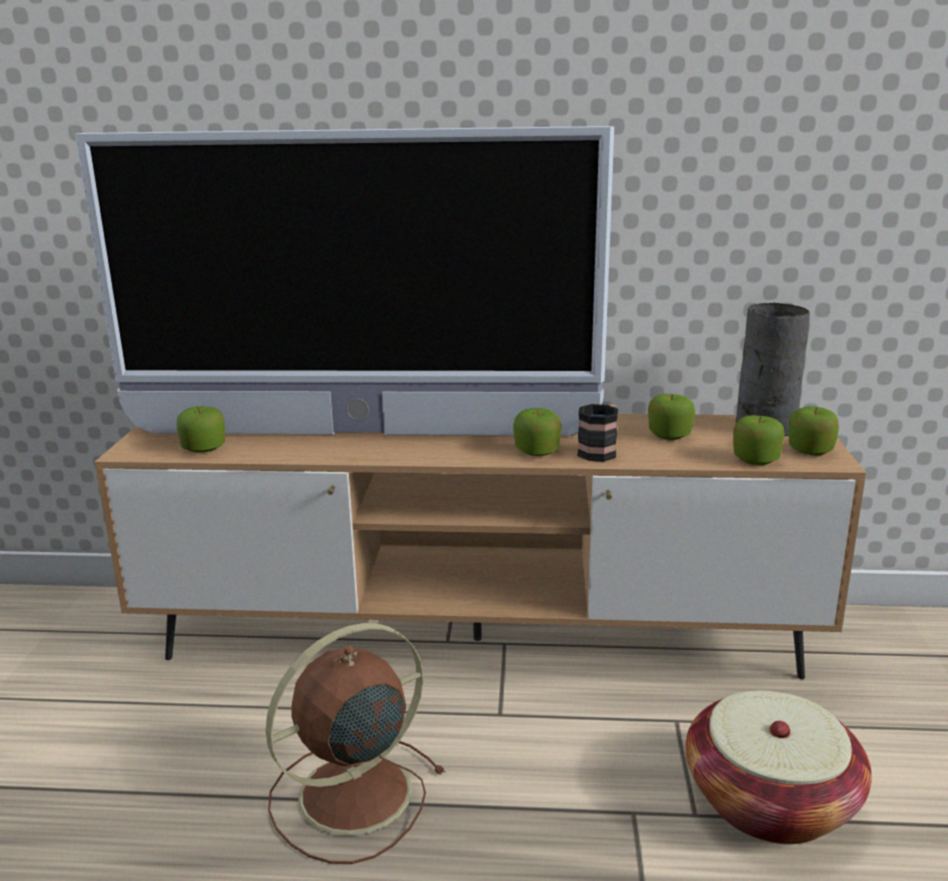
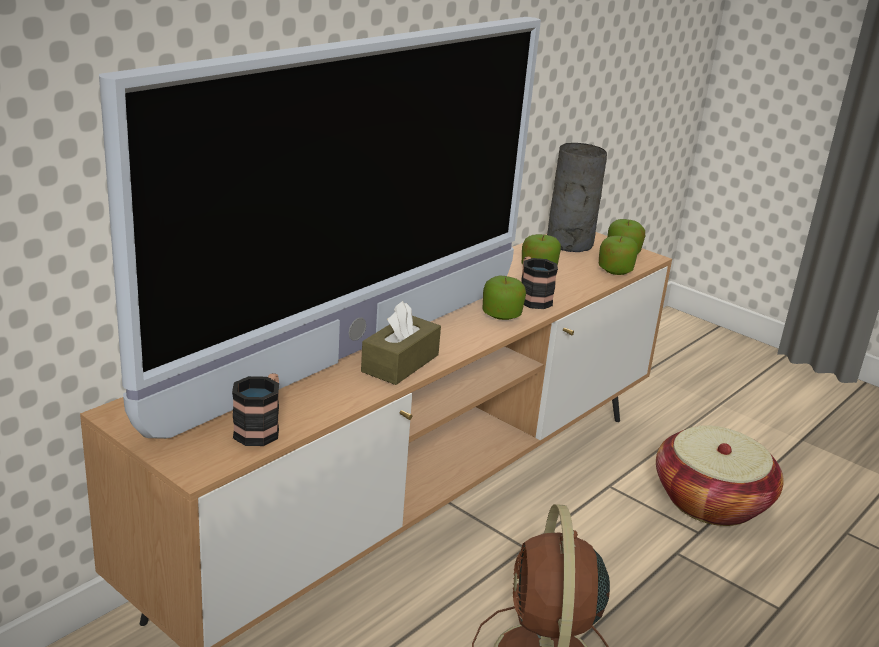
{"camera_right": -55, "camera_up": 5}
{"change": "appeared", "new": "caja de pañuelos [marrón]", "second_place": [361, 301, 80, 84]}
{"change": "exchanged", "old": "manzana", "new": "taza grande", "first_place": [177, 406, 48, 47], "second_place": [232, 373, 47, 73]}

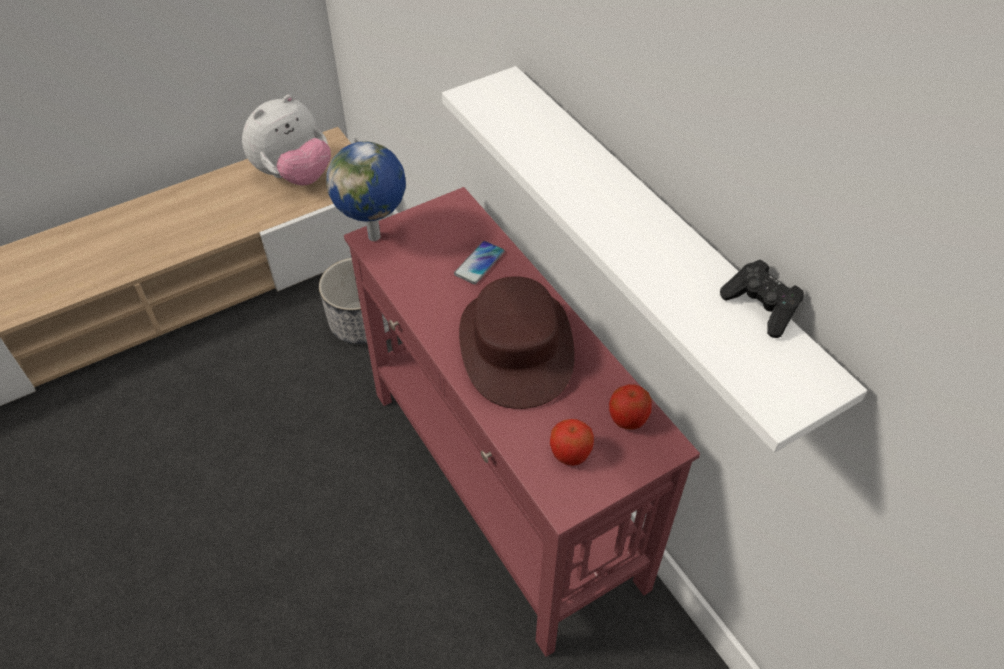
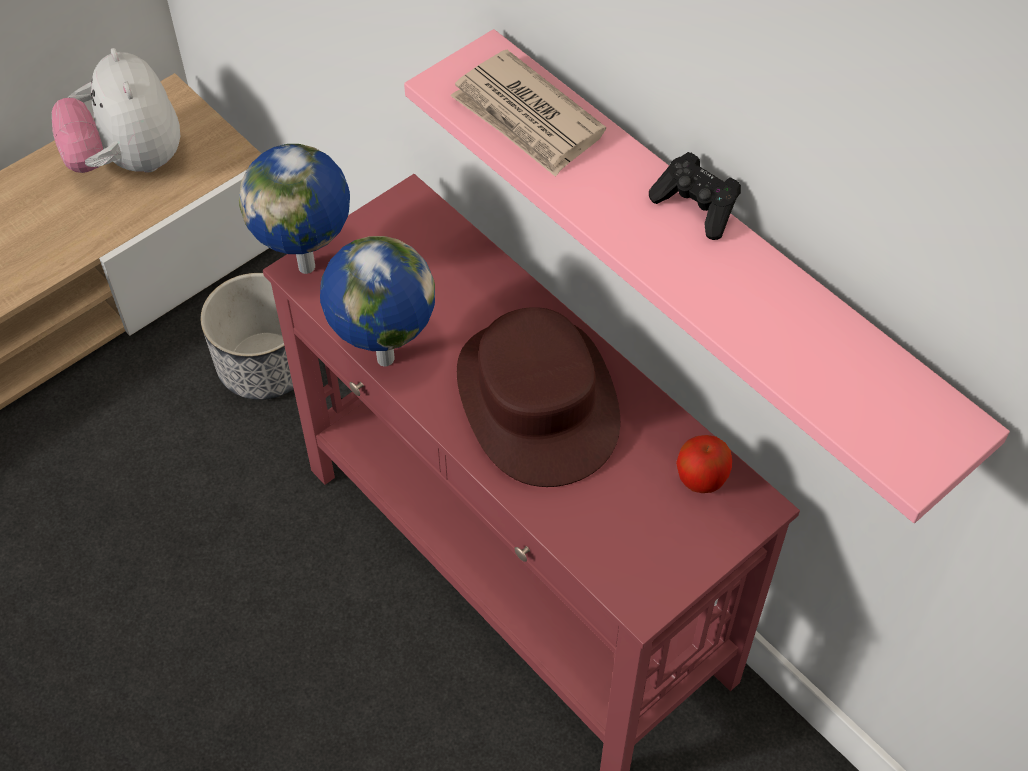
{"camera_right": -10, "camera_up": 5}
{"change": "missing", "old": "móvil", "first_place": [454, 241, 51, 43]}
{"change": "missing", "old": "manzana", "first_place": [550, 419, 44, 47]}
{"change": "appeared", "new": "globo terráqueo", "second_place": [320, 236, 115, 130]}
{"change": "appeared", "new": "periódico", "second_place": [450, 50, 156, 127]}
{"change": "relocated", "old": "mando de consola [negro]", "first_place": [720, 260, 84, 78], "second_place": [649, 152, 92, 88]}
{"change": "colour", "old": "estante [blanco]", "new": "estante [rosa]", "first_place": [442, 66, 425, 387], "second_place": [404, 29, 606, 494]}
{"change": "spun", "old": "peluche", "first_place": [242, 95, 89, 90], "second_place": [52, 48, 128, 125], "degrees": 120}

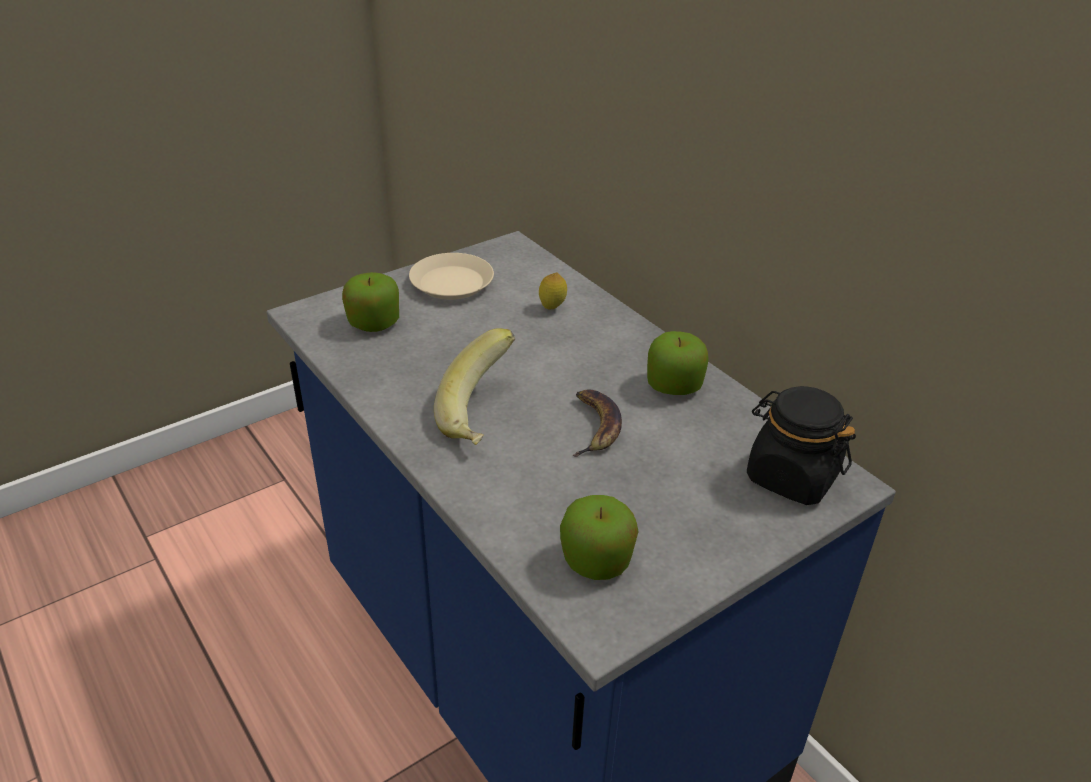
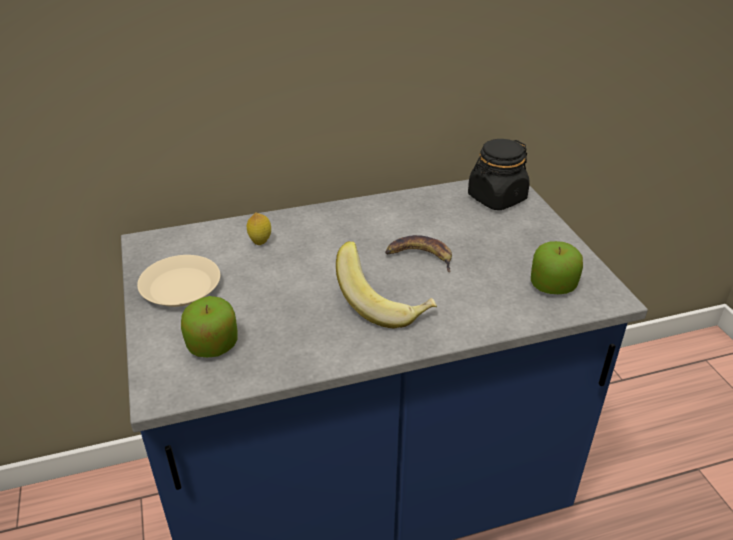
{"camera_right": -70, "camera_up": 0}
{"change": "missing", "old": "manzana", "first_place": [647, 331, 62, 64]}

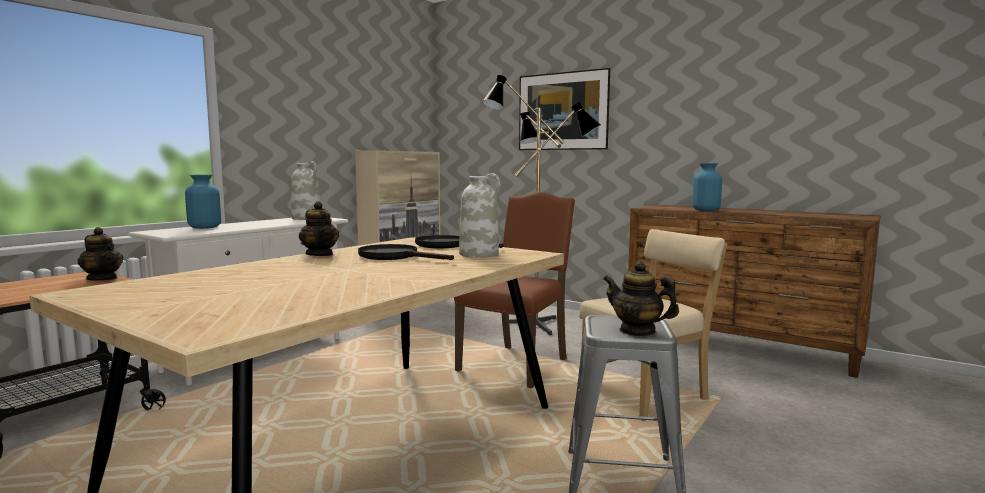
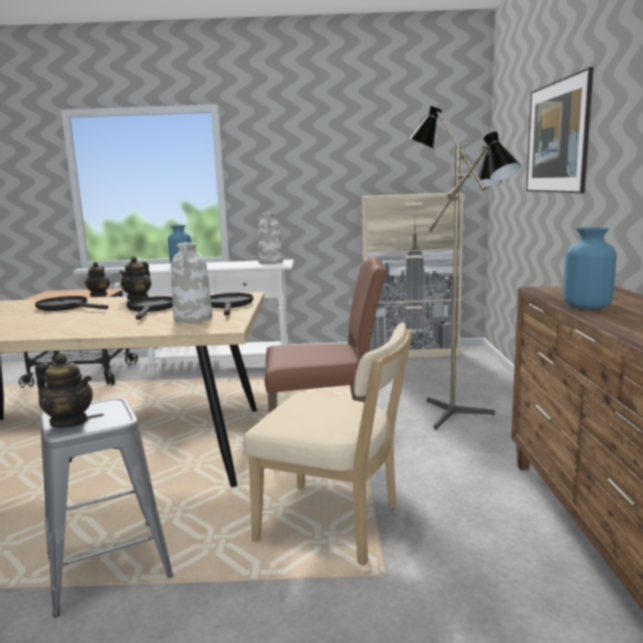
{"camera_right": 55, "camera_up": 5}
{"change": "appeared", "new": "sartén [negro]", "second_place": [35, 296, 73, 15]}
{"change": "spun", "old": "tetera", "first_place": [603, 261, 76, 75], "second_place": [35, 353, 58, 75], "degrees": 120}

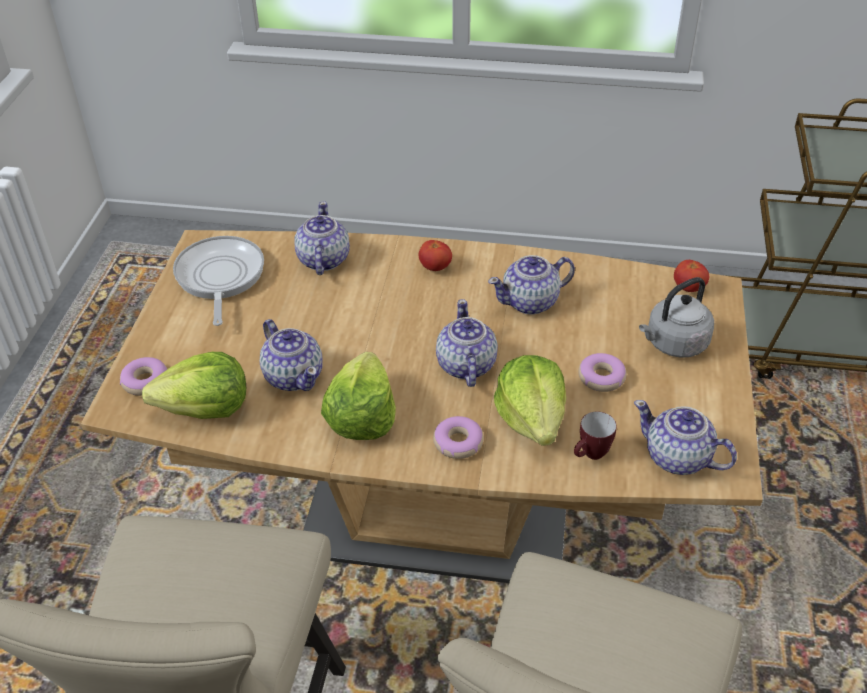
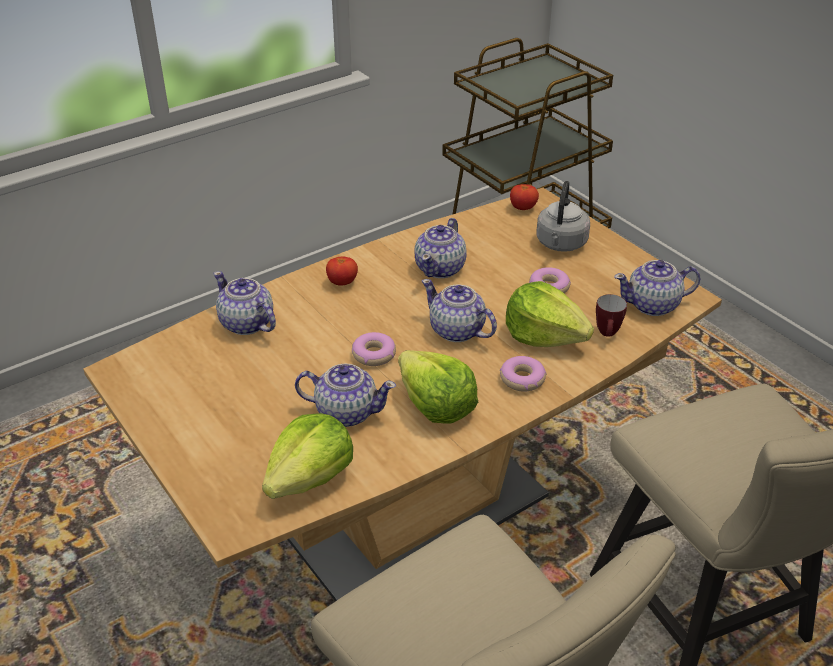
{"camera_right": -45, "camera_up": -5}
{"change": "missing", "old": "sartén", "first_place": [173, 236, 91, 90]}
{"change": "relocated", "old": "rosquilla", "first_place": [120, 357, 47, 39], "second_place": [352, 332, 44, 34]}

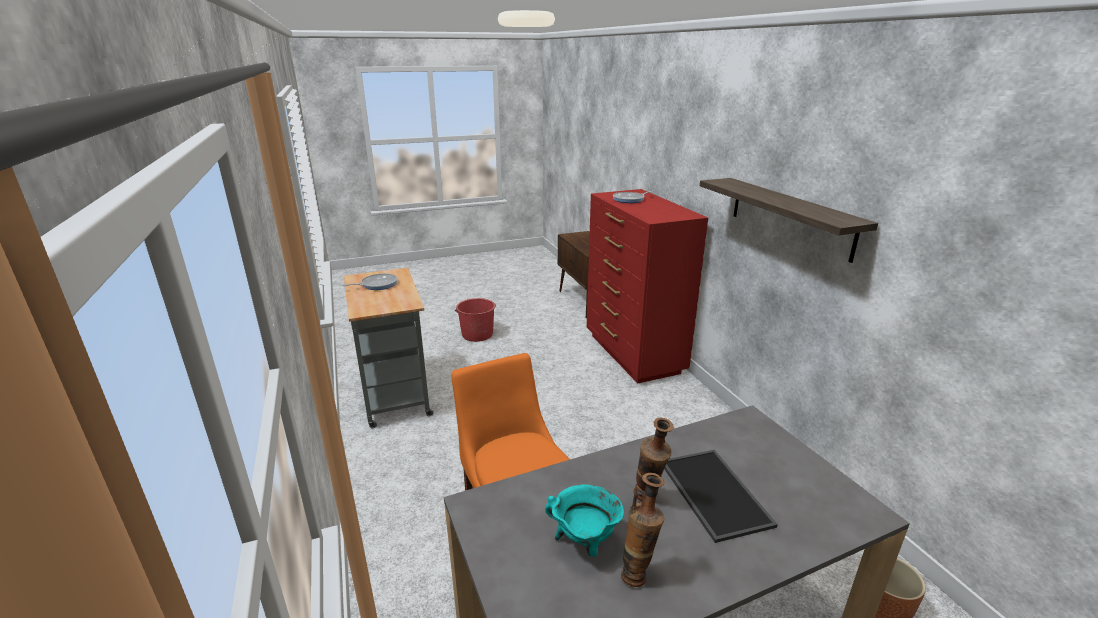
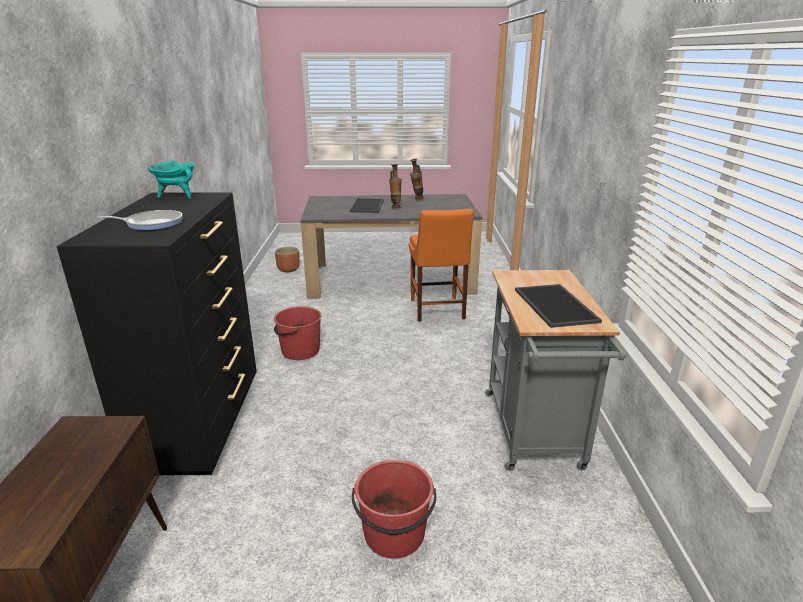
{"camera_right": -160, "camera_up": 0}
{"change": "missing", "old": "estante", "first_place": [700, 178, 178, 85]}
{"change": "appeared", "new": "cubo [rojo]", "second_place": [274, 306, 48, 54]}
{"change": "relocated", "old": "olla [turquesa]", "first_place": [545, 484, 79, 73], "second_place": [148, 160, 46, 39]}
{"change": "exchanged", "old": "sartén", "new": "bandeja", "first_place": [342, 273, 55, 17], "second_place": [515, 284, 87, 44]}
{"change": "colour", "old": "cómoda [rojo]", "new": "cómoda [negro]", "first_place": [587, 189, 121, 194], "second_place": [57, 192, 200, 283]}

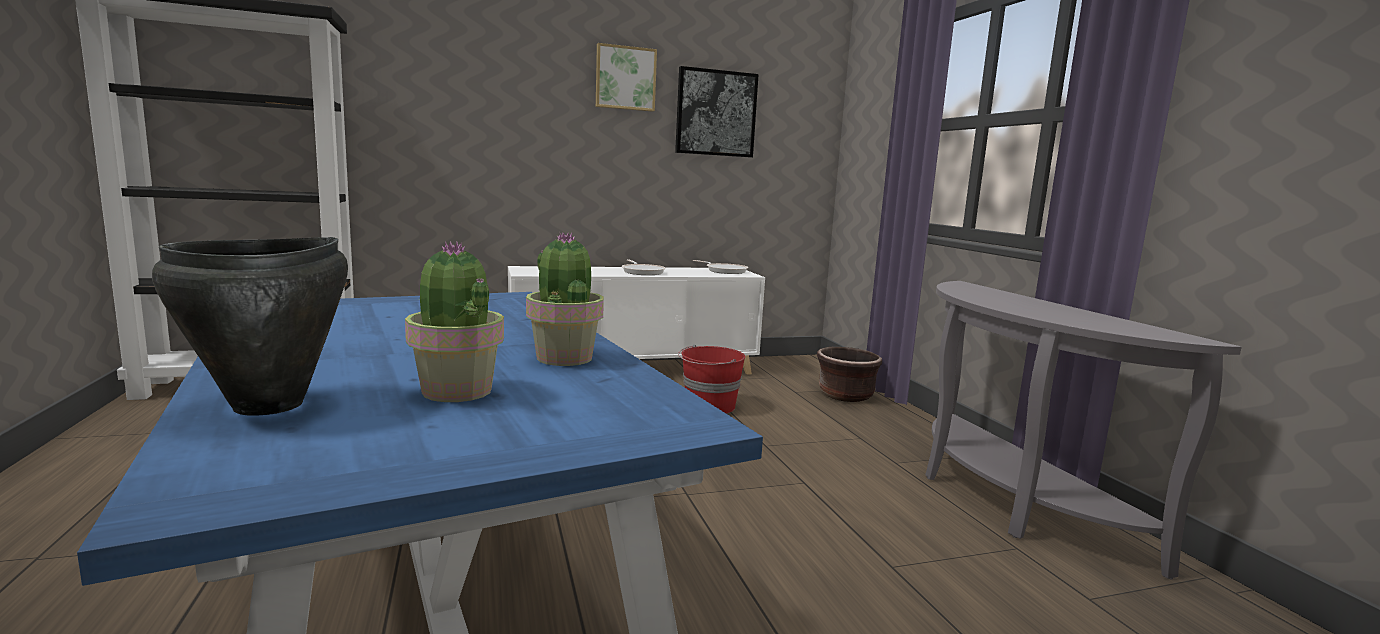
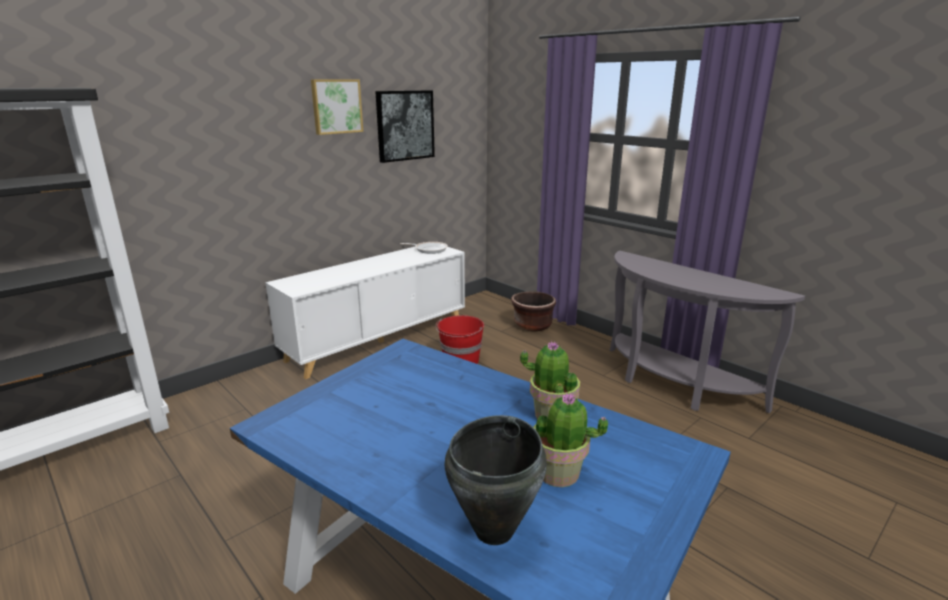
{"camera_right": -25, "camera_up": 10}
{"change": "missing", "old": "sartén", "first_place": [622, 260, 44, 15]}

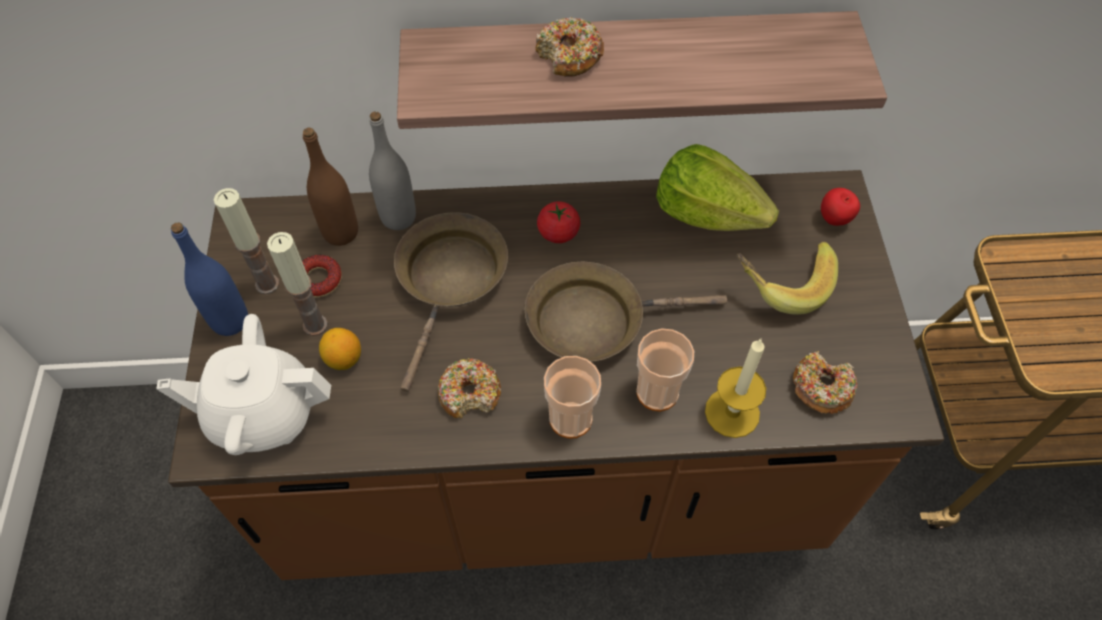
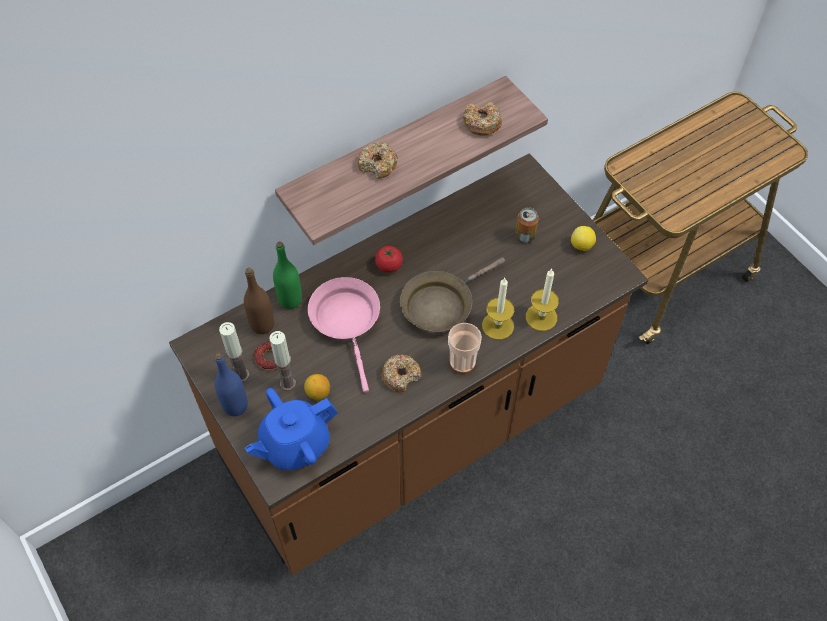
{"camera_right": -30, "camera_up": 0}
{"change": "missing", "old": "lechuga", "first_place": [656, 144, 123, 87]}
{"change": "missing", "old": "manzana", "first_place": [821, 188, 39, 38]}
{"change": "appeared", "new": "limón", "second_place": [571, 226, 25, 25]}
{"change": "relocated", "old": "rosquilla", "first_place": [793, 351, 65, 63], "second_place": [463, 102, 39, 34]}
{"change": "exchanged", "old": "taza", "new": "vela", "first_place": [636, 328, 58, 83], "second_place": [482, 278, 32, 62]}
{"change": "exchanged", "old": "plátano", "new": "lata", "first_place": [737, 241, 101, 74], "second_place": [515, 207, 24, 36]}
{"change": "colour", "old": "tetera [blanco]", "new": "tetera [azul]", "first_place": [156, 314, 175, 141], "second_place": [245, 388, 93, 82]}
{"change": "colour", "old": "botella [gris]", "new": "botella [verde]", "first_place": [369, 111, 47, 119], "second_place": [273, 242, 29, 67]}
{"change": "colour", "old": "sartén [marrón]", "new": "sartén [rosa]", "first_place": [394, 212, 114, 180], "second_place": [308, 277, 72, 116]}

